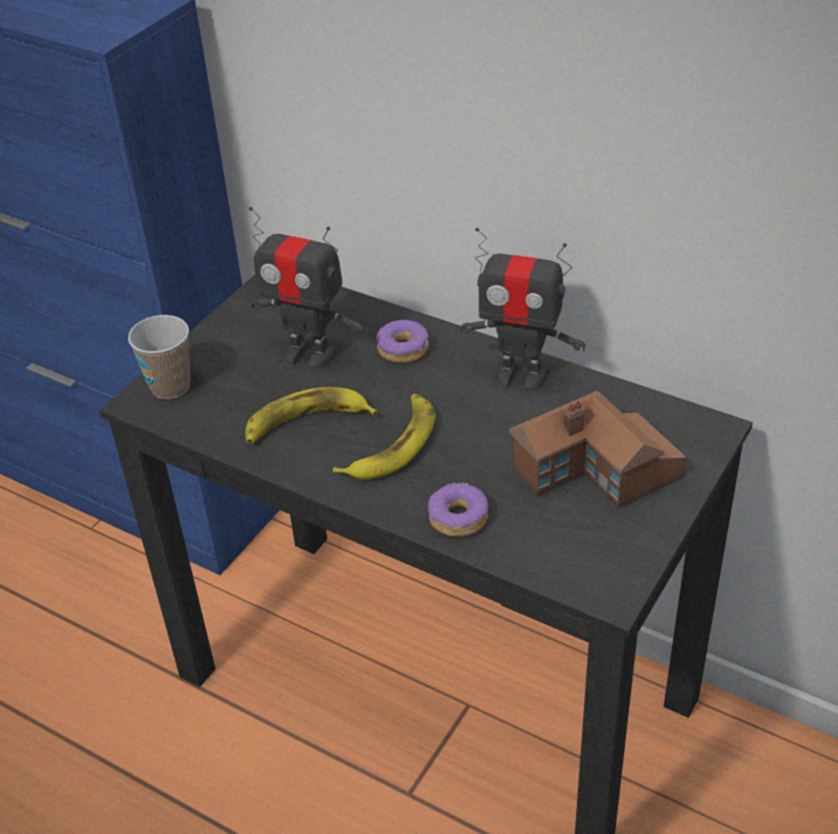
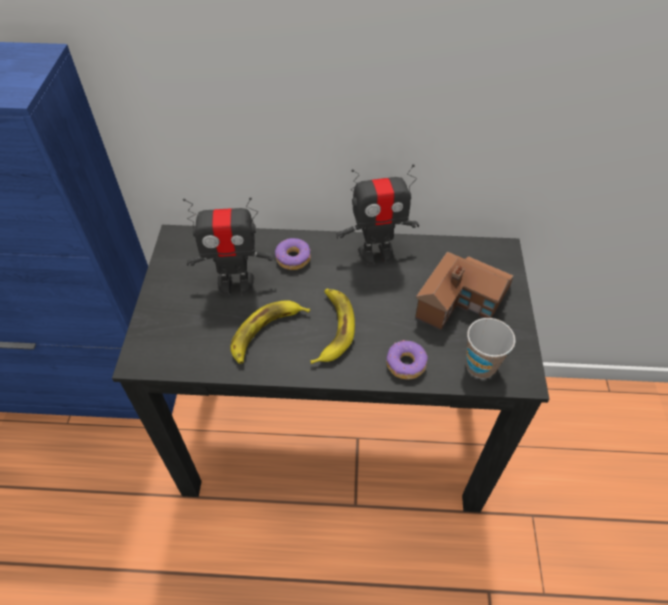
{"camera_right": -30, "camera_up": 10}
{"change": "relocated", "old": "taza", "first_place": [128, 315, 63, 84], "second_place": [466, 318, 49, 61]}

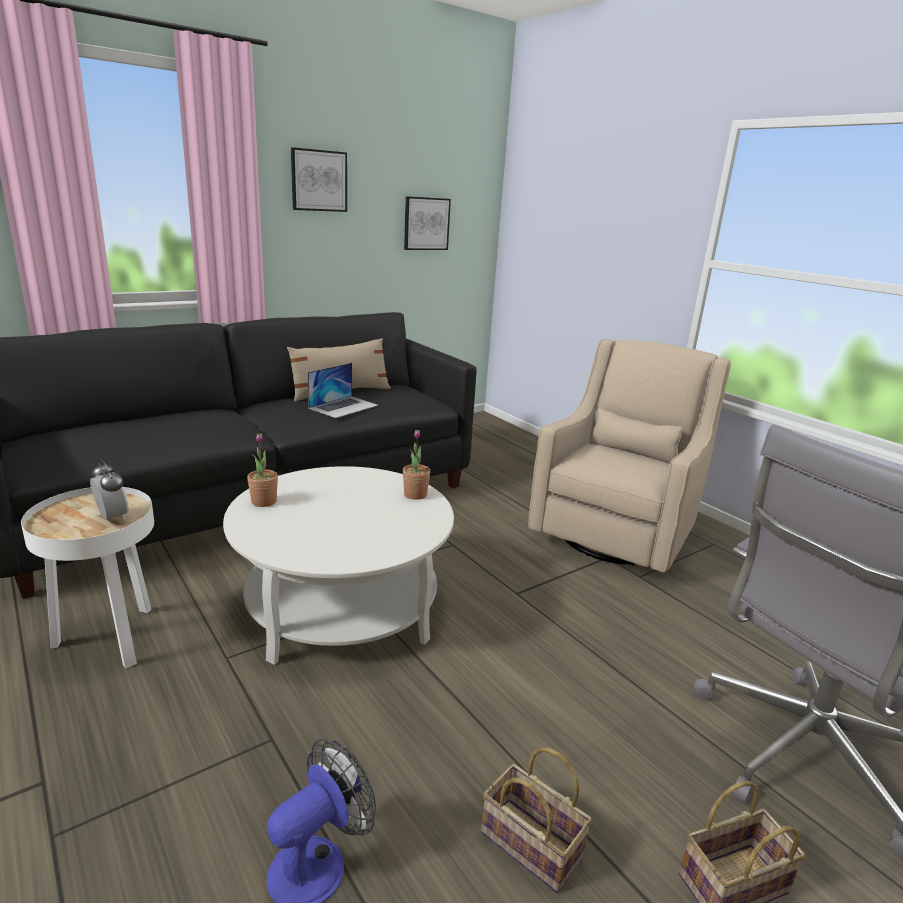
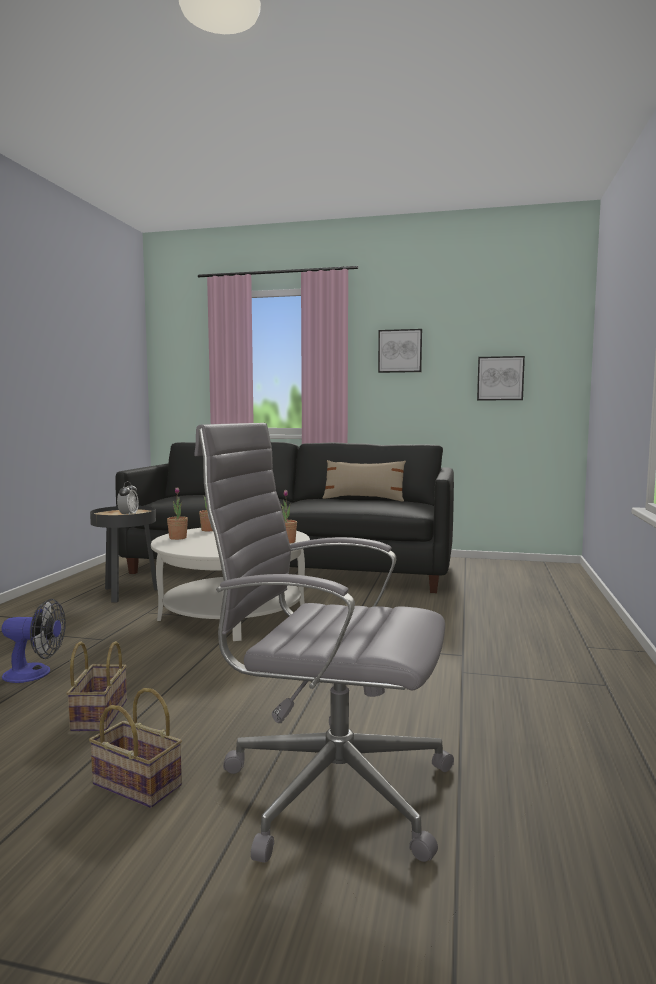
{"camera_right": 50, "camera_up": -15}
{"change": "missing", "old": "portátil", "first_place": [308, 363, 70, 55]}
{"change": "missing", "old": "sillón [beis]", "first_place": [528, 339, 203, 233]}
{"change": "appeared", "new": "planta en maceta", "second_place": [167, 488, 21, 52]}
{"change": "colour", "old": "mesa auxiliar [blanco]", "new": "mesa auxiliar [negro]", "first_place": [21, 487, 133, 181], "second_place": [90, 506, 68, 96]}

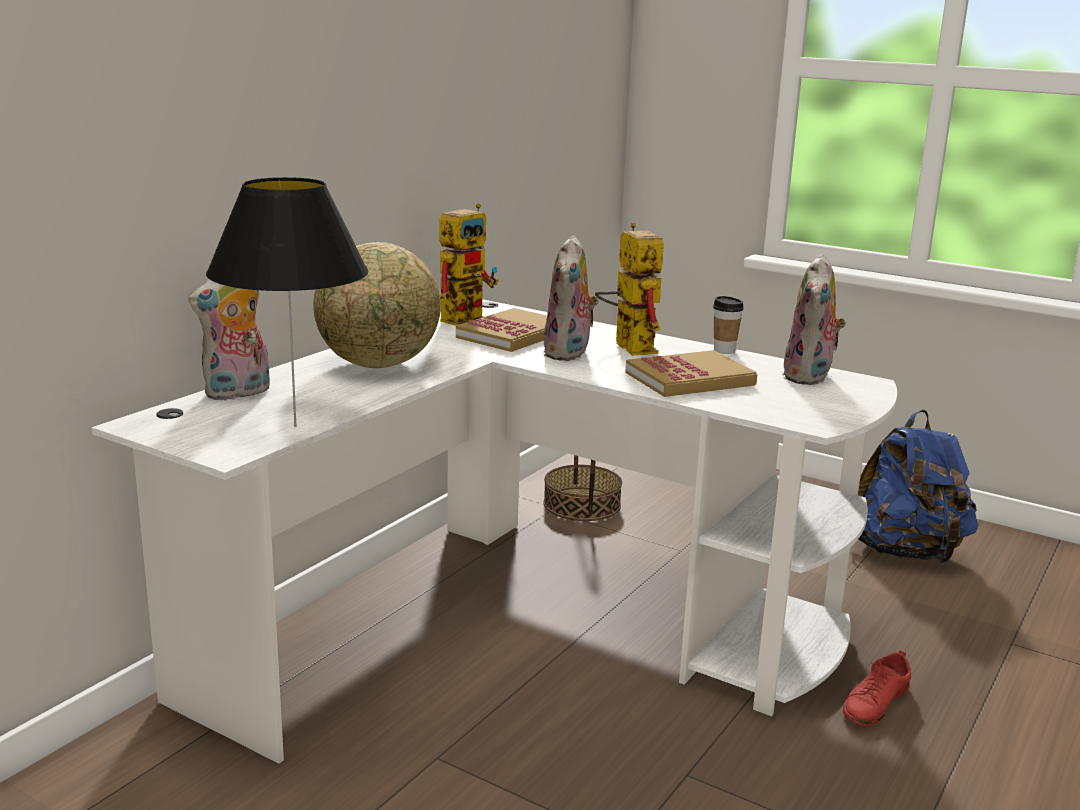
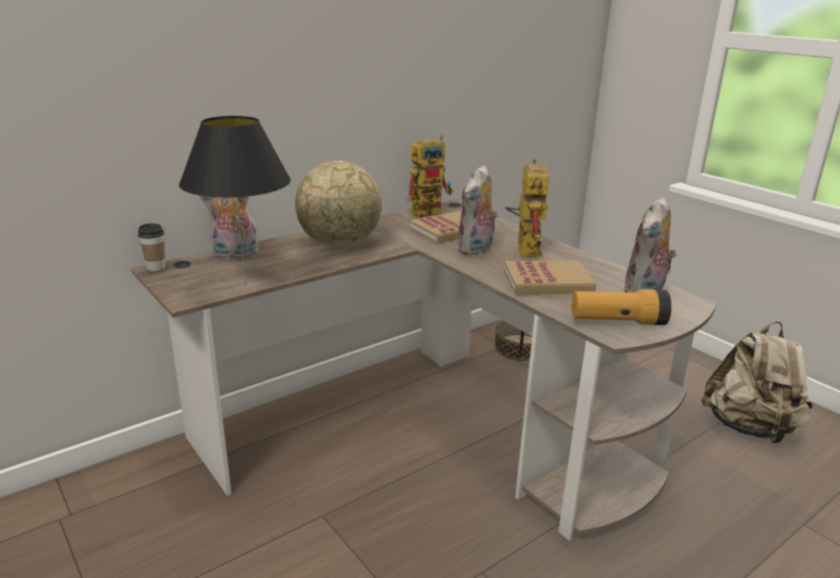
{"camera_right": 20, "camera_up": 5}
{"change": "missing", "old": "zapato [rojo]", "first_place": [843, 650, 68, 76]}
{"change": "appeared", "new": "linterna", "second_place": [572, 289, 100, 36]}
{"change": "relocated", "old": "taza", "first_place": [713, 296, 31, 58], "second_place": [138, 223, 27, 48]}
{"change": "colour", "old": "escritorio [blanco]", "new": "escritorio [marrón]", "first_place": [92, 299, 805, 465], "second_place": [131, 200, 585, 341]}
{"change": "colour", "old": "mochila [azul]", "new": "mochila [beis]", "first_place": [858, 410, 121, 153], "second_place": [701, 321, 112, 122]}

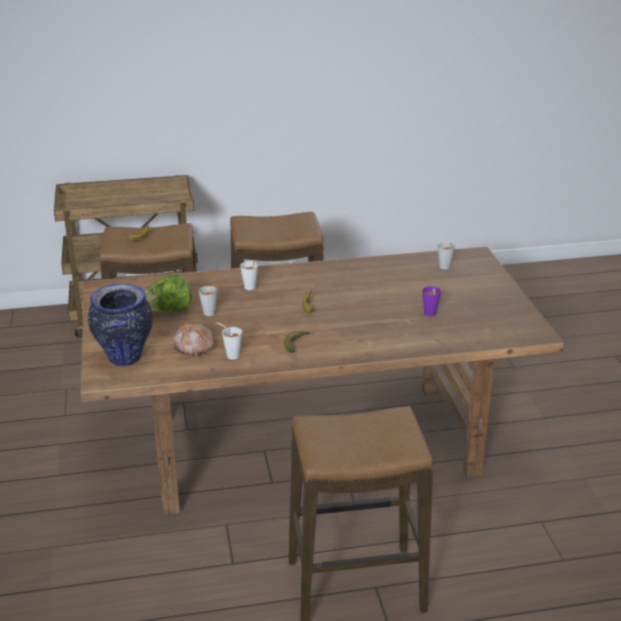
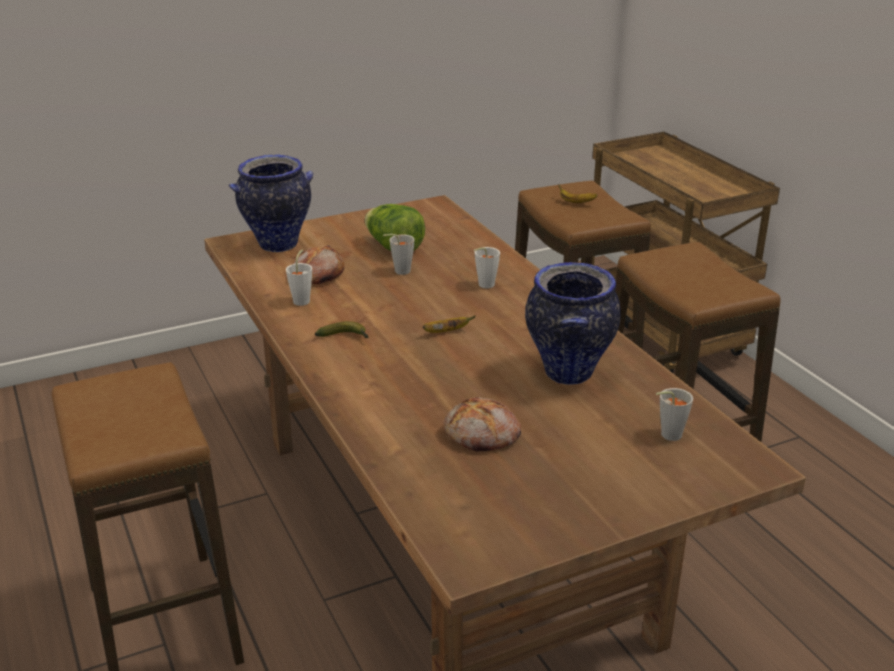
{"camera_right": 75, "camera_up": 0}
{"change": "appeared", "new": "florero", "second_place": [525, 262, 96, 123]}
{"change": "exchanged", "old": "taza [morado]", "new": "pan", "first_place": [422, 286, 19, 30], "second_place": [444, 397, 77, 55]}

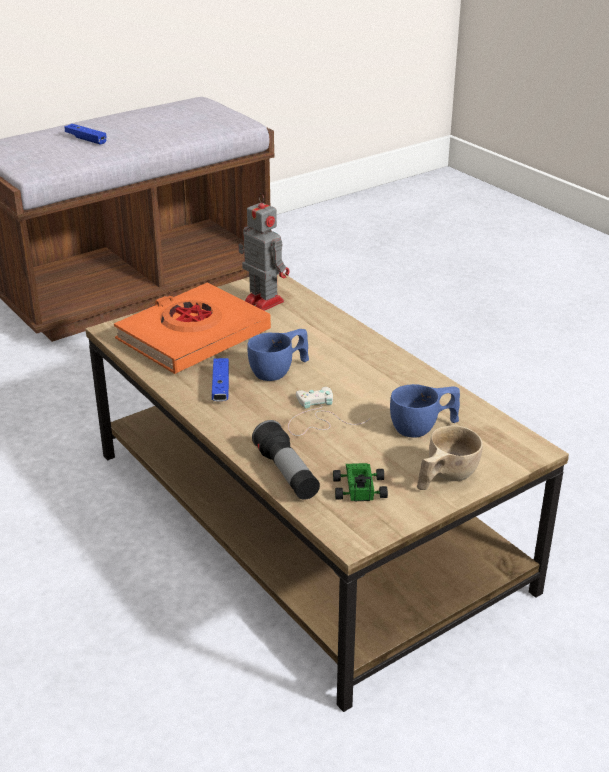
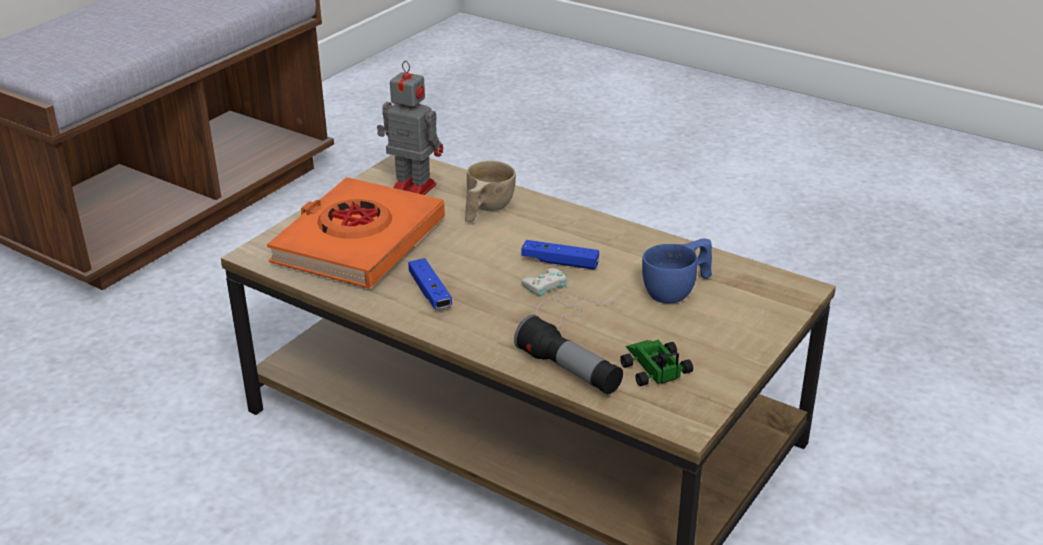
{"camera_right": -20, "camera_up": 0}
{"change": "missing", "old": "taza [azul]", "first_place": [247, 329, 62, 52]}
{"change": "relocated", "old": "mando de consola [azul]", "first_place": [65, 124, 42, 21], "second_place": [521, 240, 78, 30]}
{"change": "relocated", "old": "taza [beis]", "first_place": [417, 426, 66, 64], "second_place": [465, 161, 51, 61]}

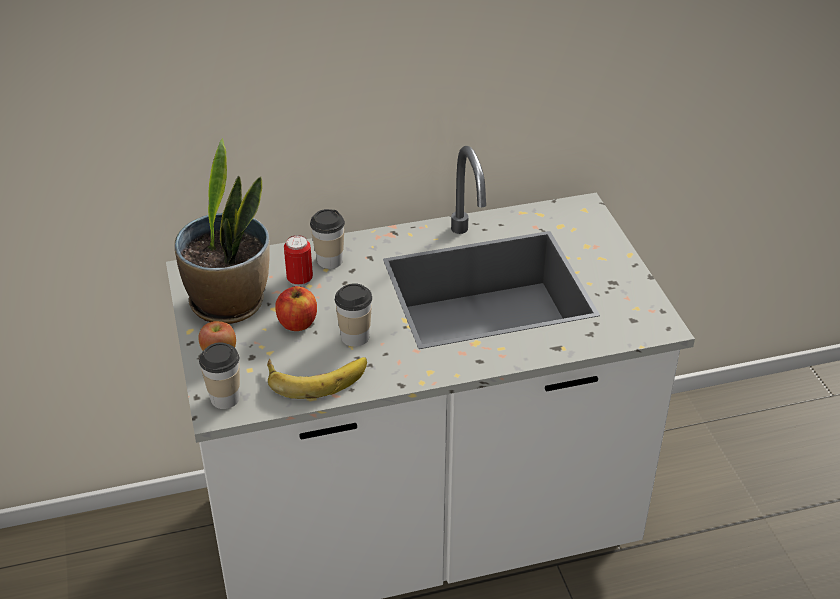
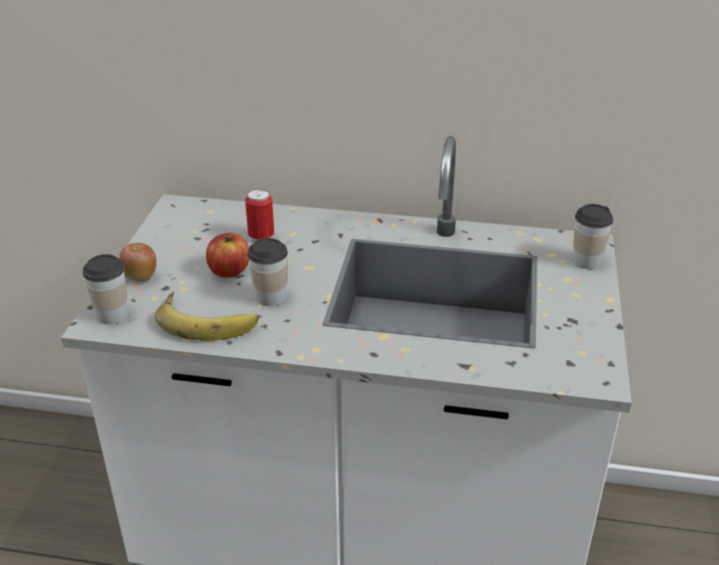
{"camera_right": 25, "camera_up": -5}
{"change": "missing", "old": "planta en maceta", "first_place": [175, 138, 95, 186]}
{"change": "relocated", "old": "taza", "first_place": [310, 209, 35, 60], "second_place": [573, 204, 40, 65]}

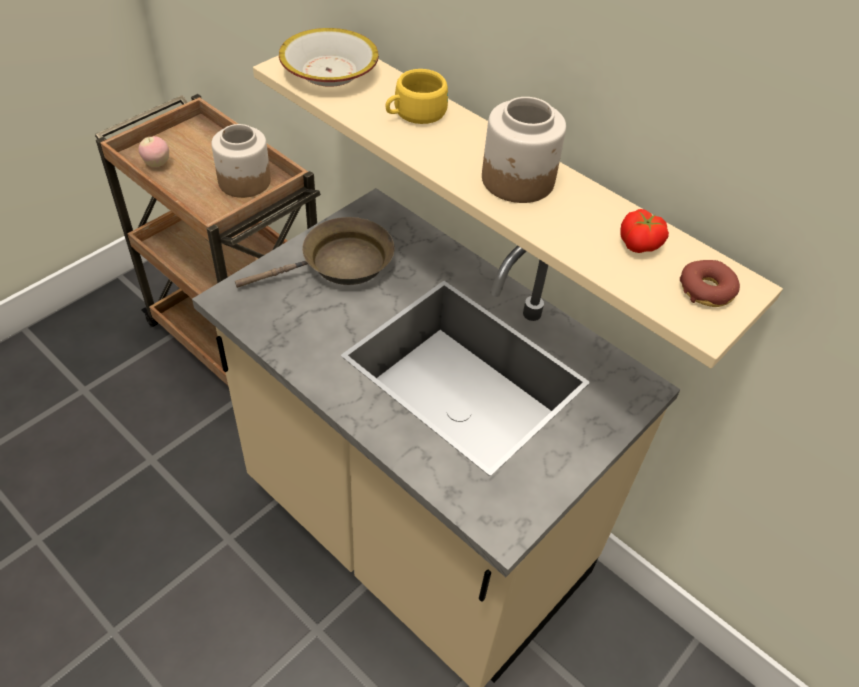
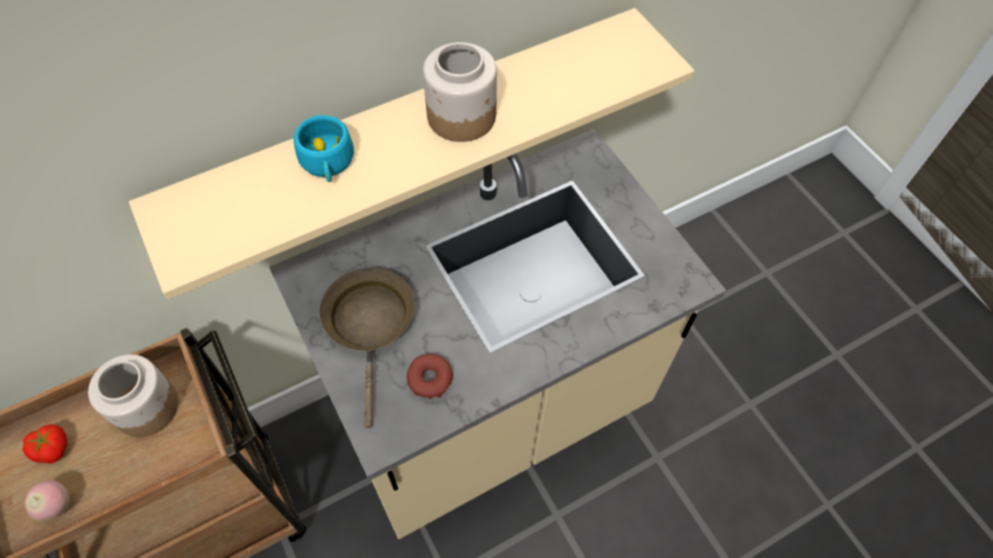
{"camera_right": -70, "camera_up": 10}
{"change": "missing", "old": "cuenco", "first_place": [279, 28, 100, 59]}
{"change": "relocated", "old": "tomate", "first_place": [620, 209, 49, 44], "second_place": [23, 424, 44, 40]}
{"change": "relocated", "old": "rosquilla", "first_place": [680, 260, 60, 47], "second_place": [407, 354, 46, 45]}
{"change": "colour", "old": "taza [amarillo]", "new": "taza [turquesa]", "first_place": [386, 69, 62, 55], "second_place": [294, 115, 60, 67]}

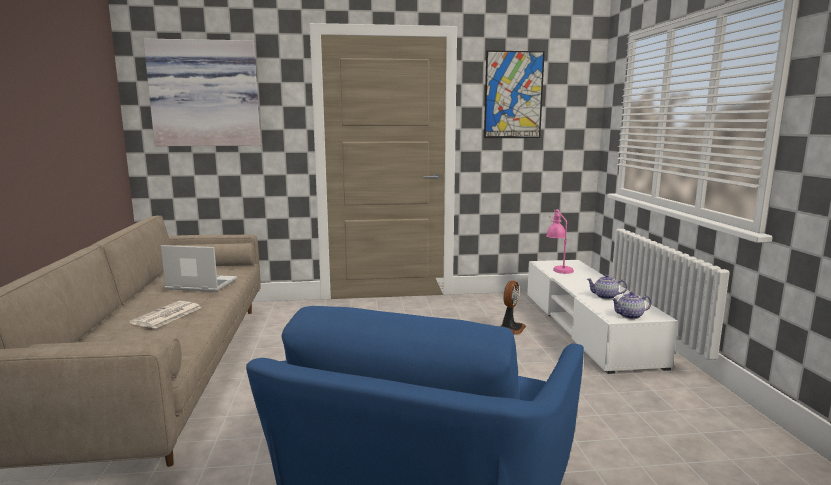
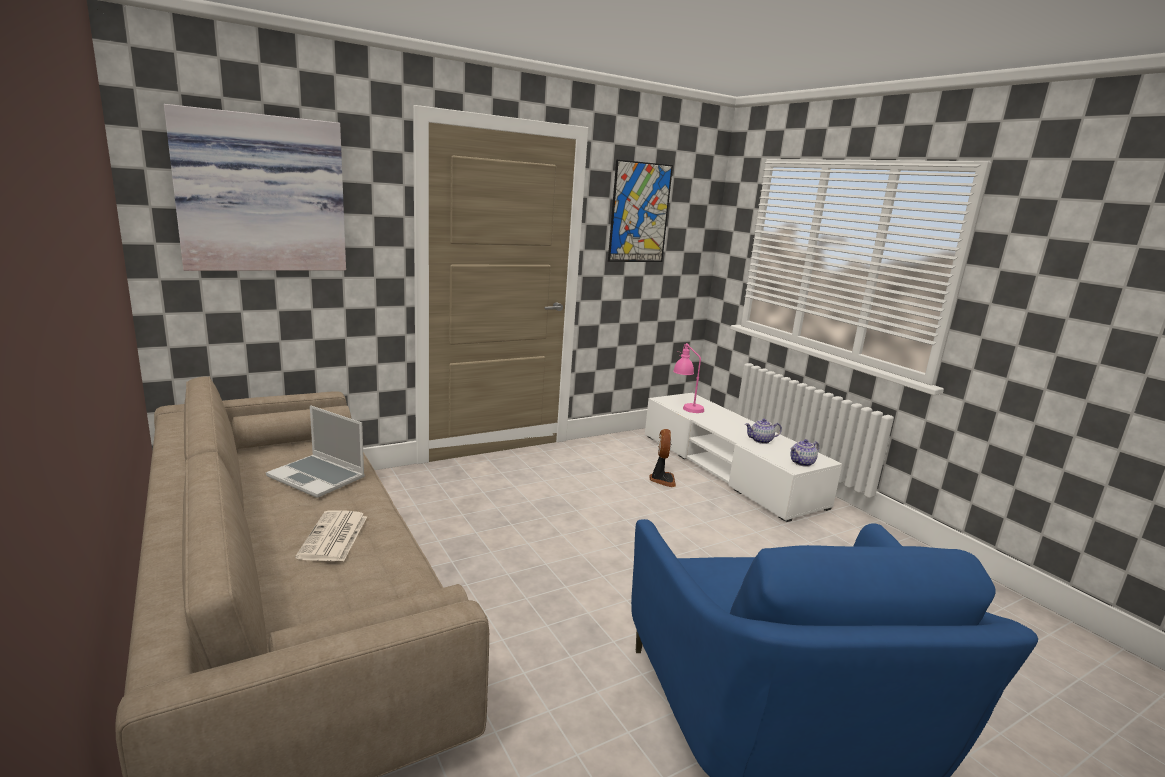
{"camera_right": -25, "camera_up": 5}
{"change": "spun", "old": "portátil", "first_place": [161, 245, 76, 47], "second_place": [266, 405, 99, 93], "degrees": -135}

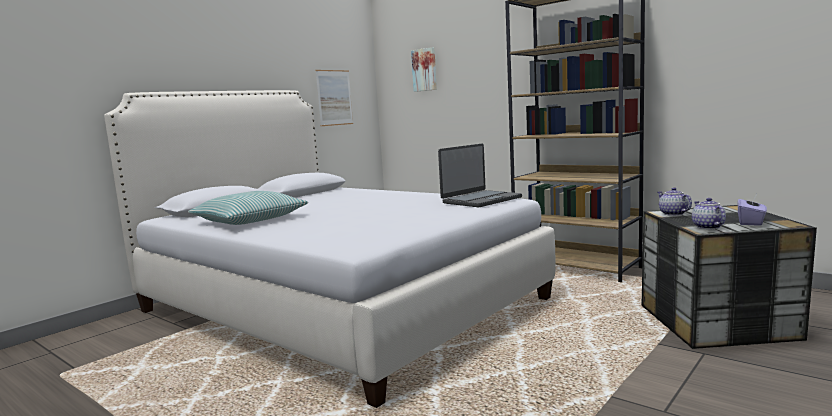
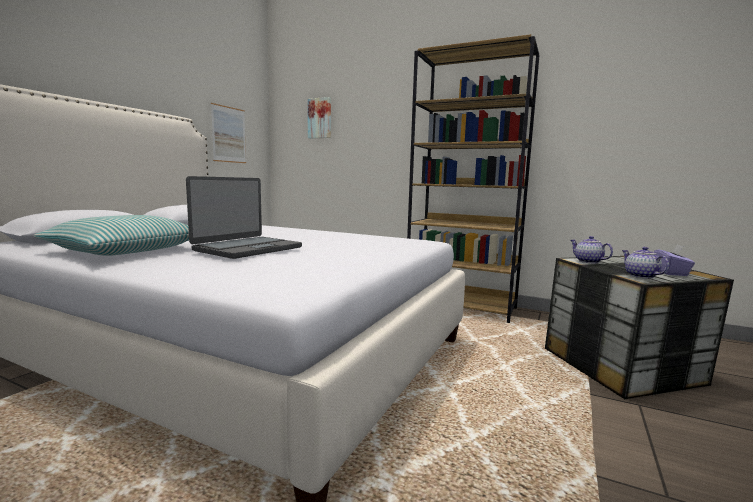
{"camera_right": -15, "camera_up": 0}
{"change": "relocated", "old": "portátil", "first_place": [438, 144, 84, 63], "second_place": [186, 176, 116, 83]}

